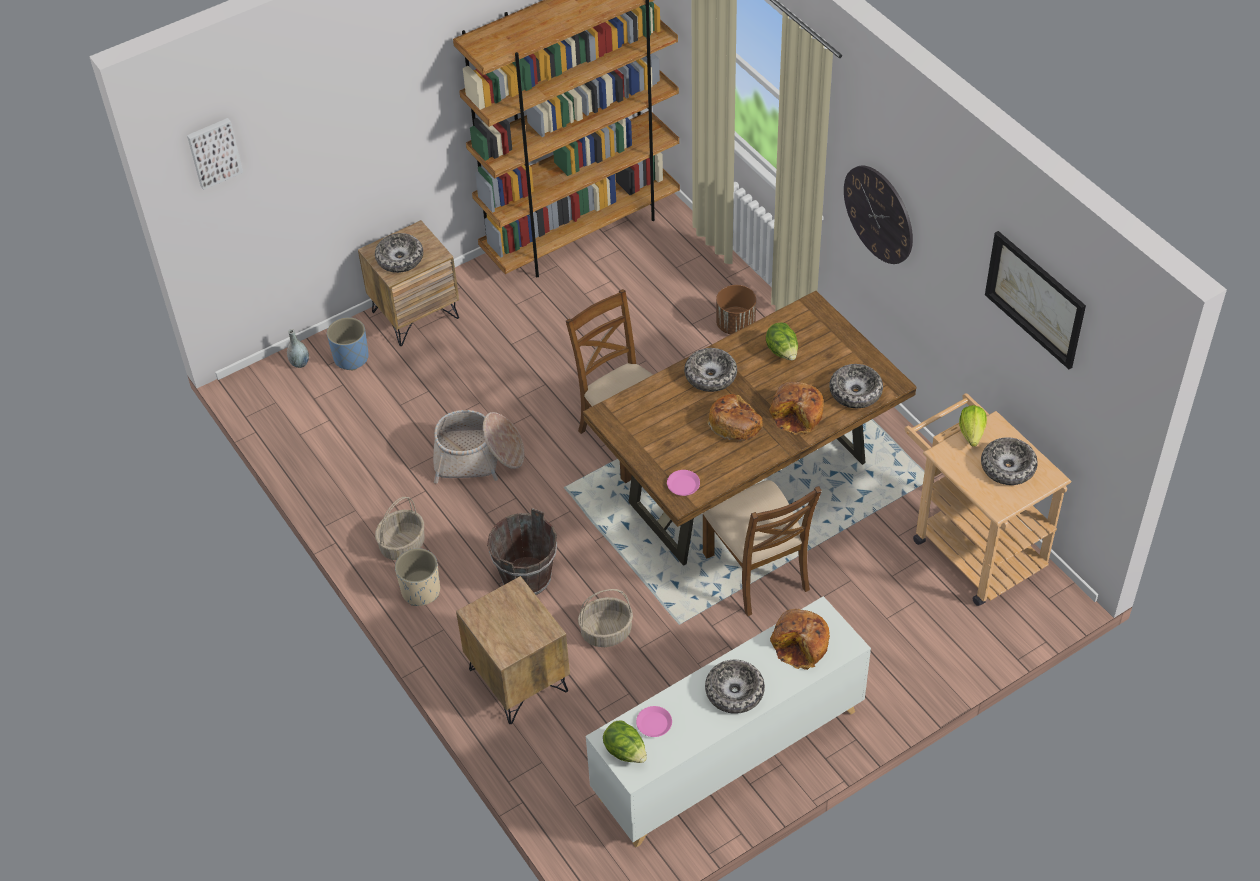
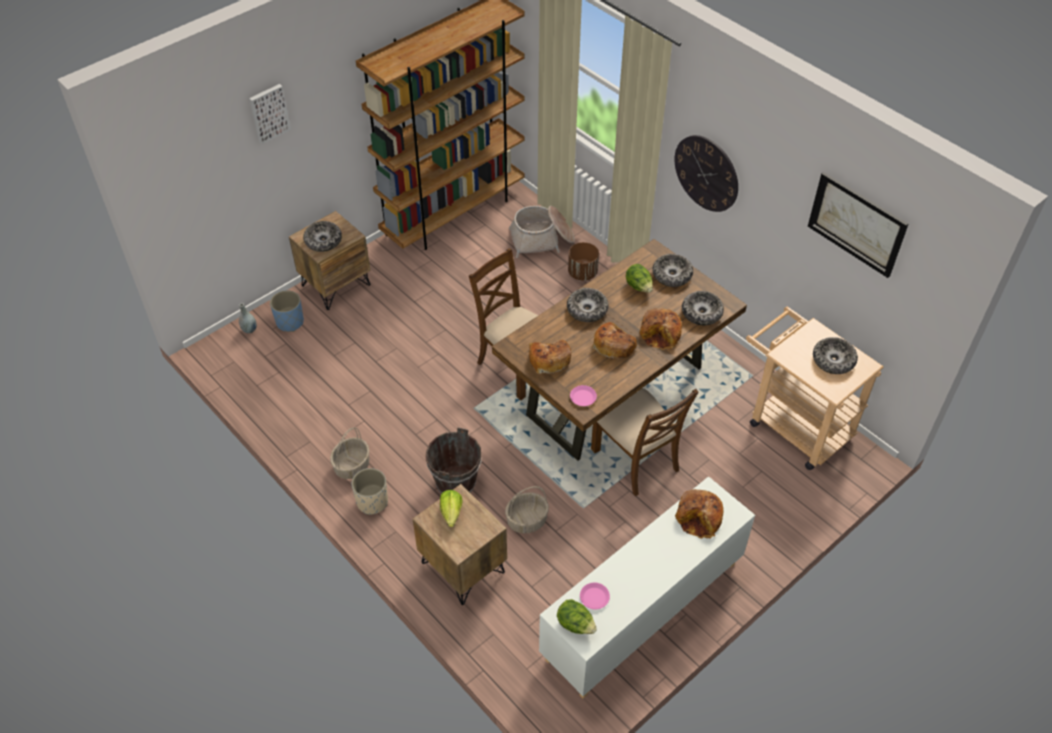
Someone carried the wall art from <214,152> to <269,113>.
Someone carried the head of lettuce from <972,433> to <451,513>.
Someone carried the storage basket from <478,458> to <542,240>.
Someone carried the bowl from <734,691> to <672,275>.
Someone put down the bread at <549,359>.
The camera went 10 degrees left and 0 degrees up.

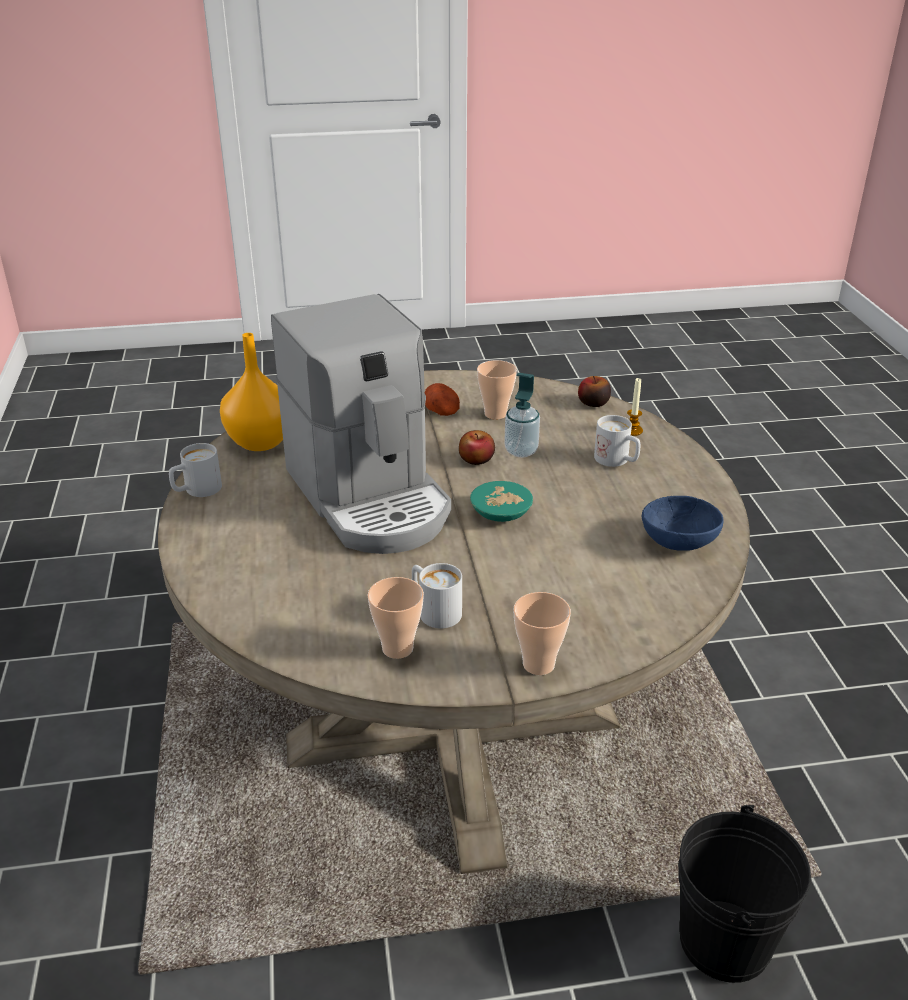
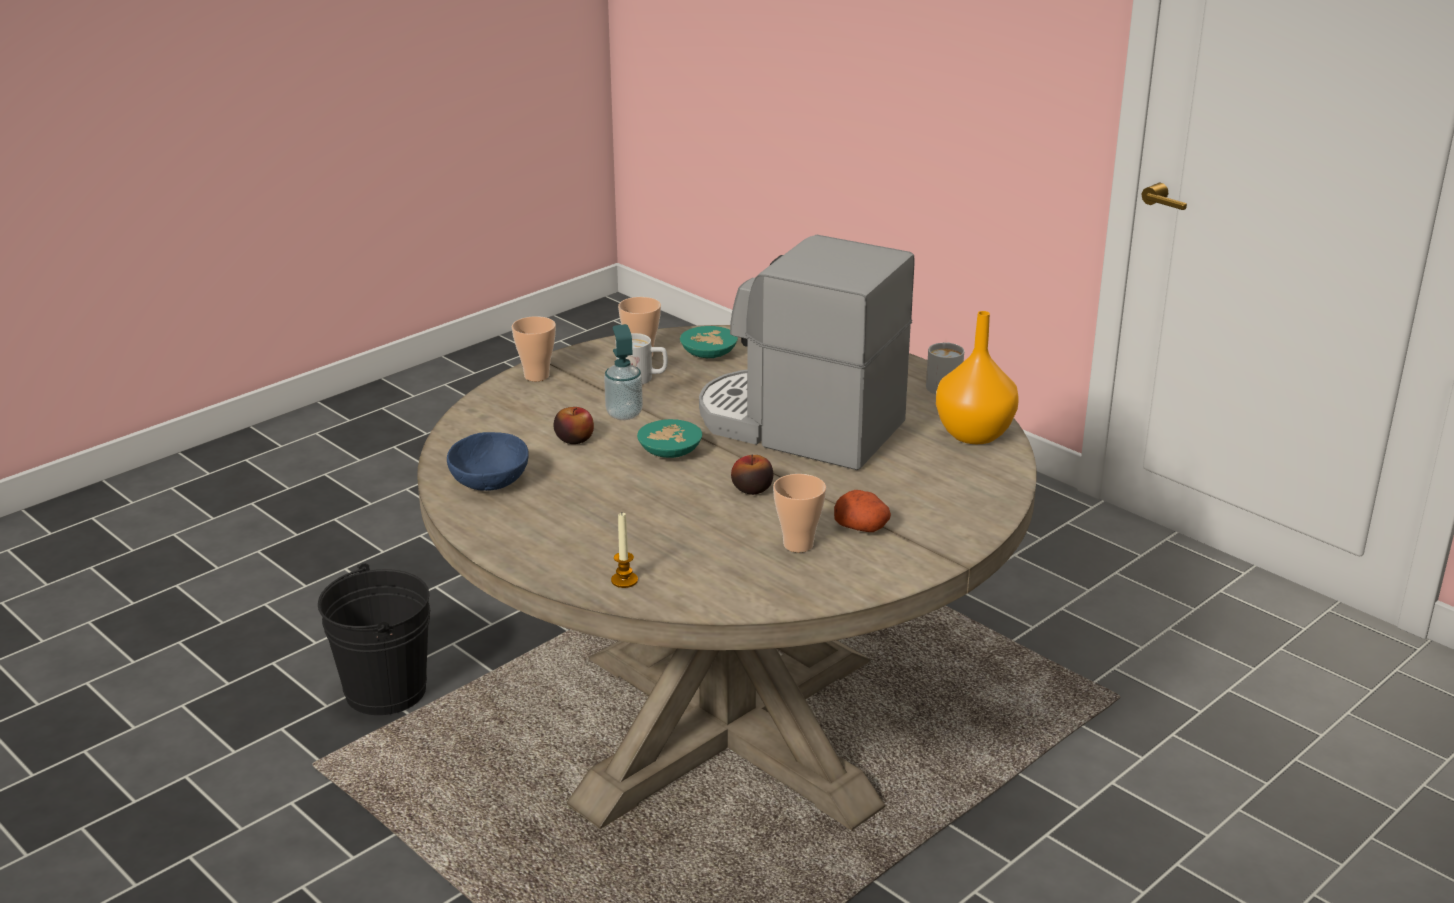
Someone carried the soap dispenser from <521,451> to <624,414>.
Someone carried the apple fruit from <593,403> to <574,439>.
Someone took away the white-coloured tea mug at <617,461>.
Someone put down the blue-green bowl at <710,355>.
The camera went 145 degrees right and 5 degrees down.

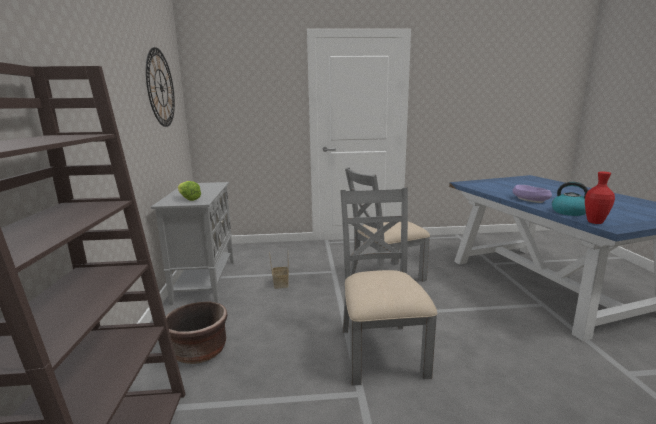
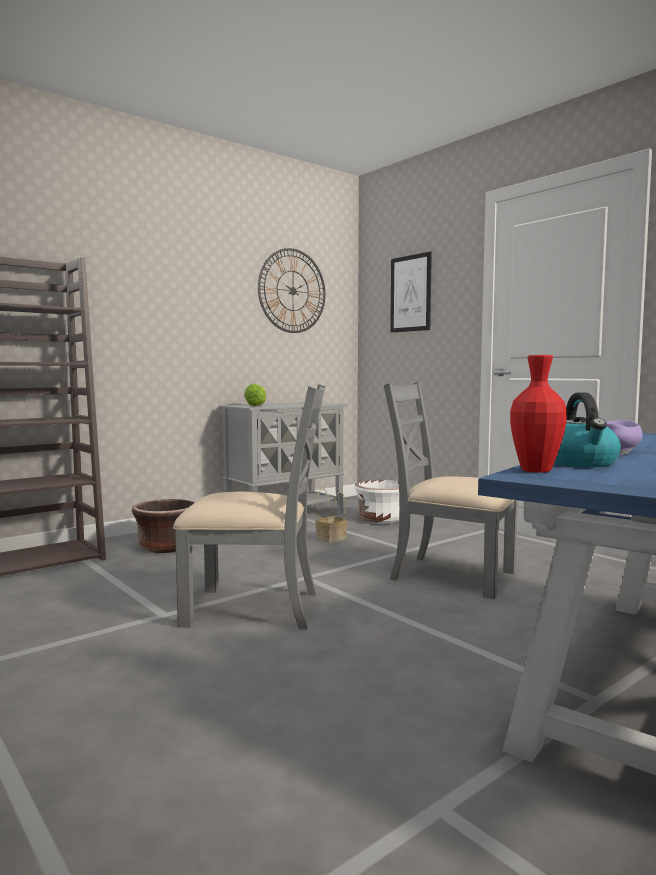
Someone rotated the grey upright chair at <381,351> by 45 degrees clockwise.
Someone put up the wall art at <410,293>.
Someone put down the white-coloured flower pot at <381,520>.
The camera went 55 degrees right and 10 degrees down.

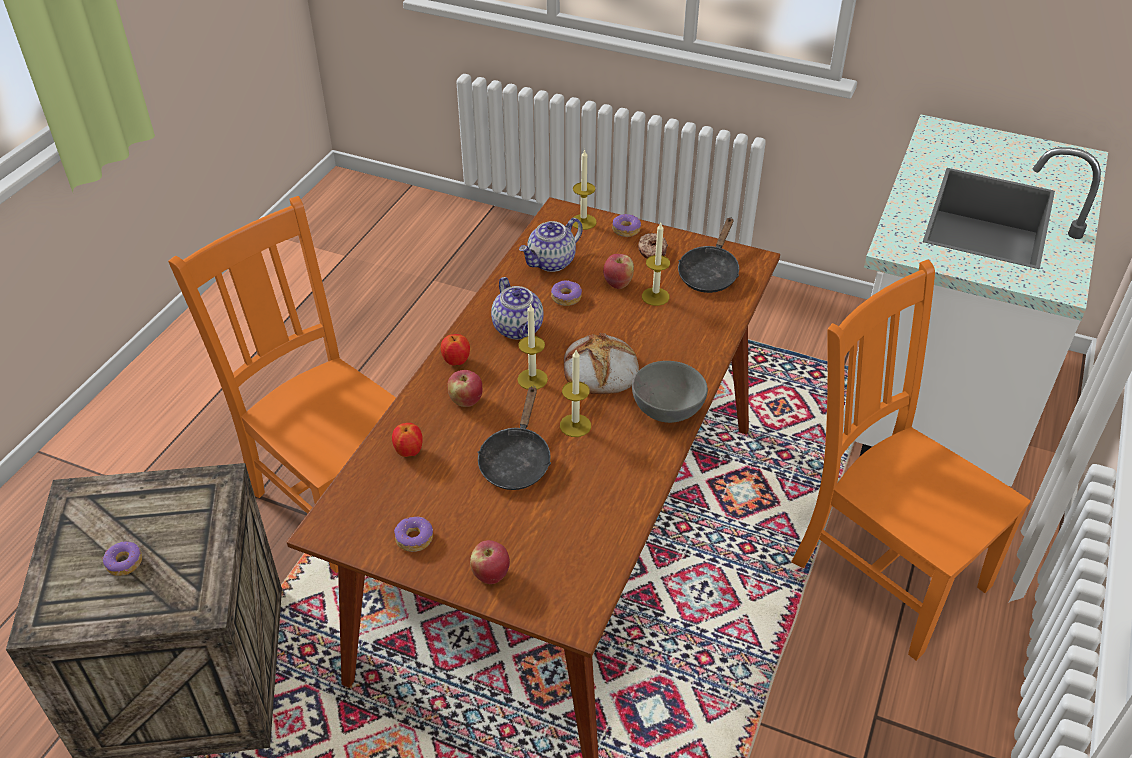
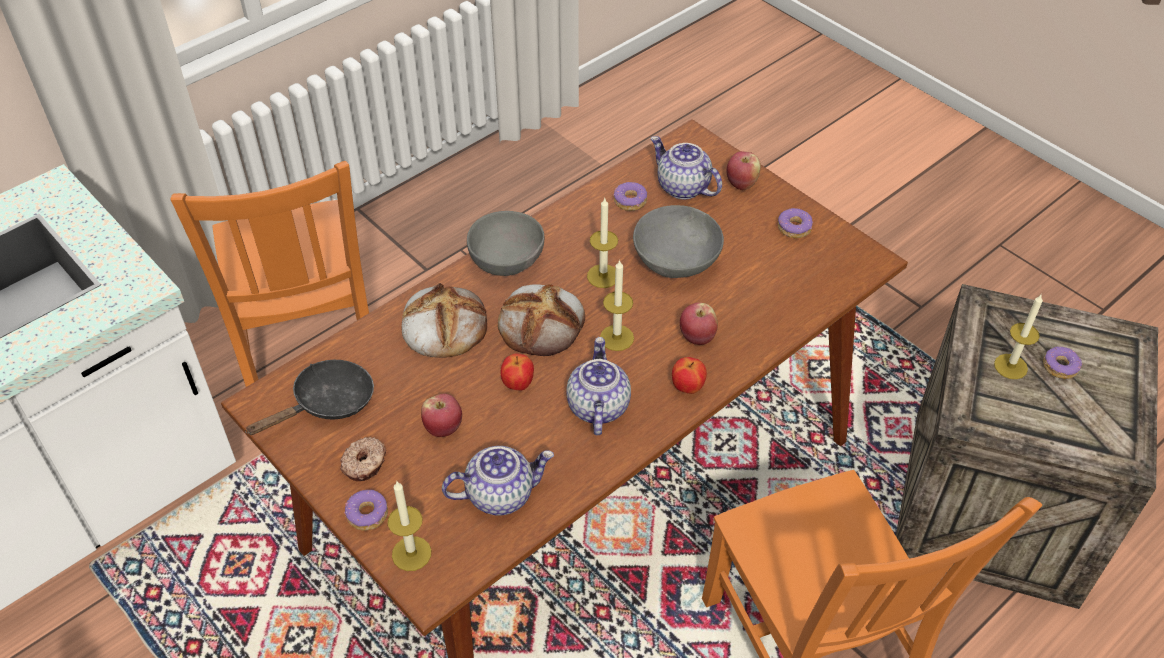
Someone carried the wax light from <655,296> to <1010,366>.
Someone carried the donut from <566,297> to <630,201>.
Someone swapped the black pan at <516,460> for the grey bowl at <676,262>.
Someone carried the apple fruit from <409,452> to <518,384>.
Someone put down the tea pot at <682,187>.
Someone put down the bread at <443,325>.
The camera went 155 degrees left and 5 degrees up.

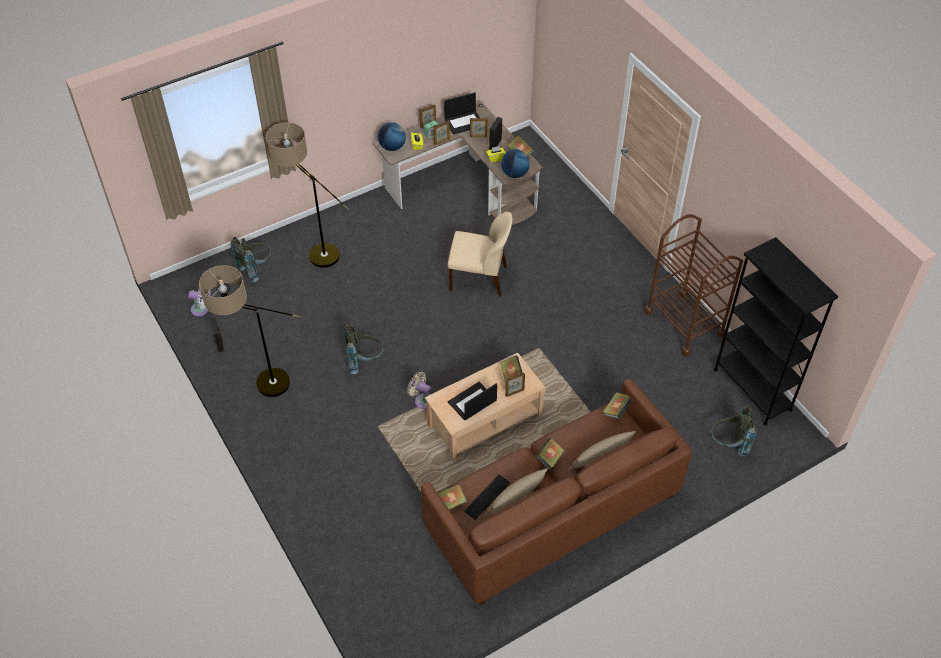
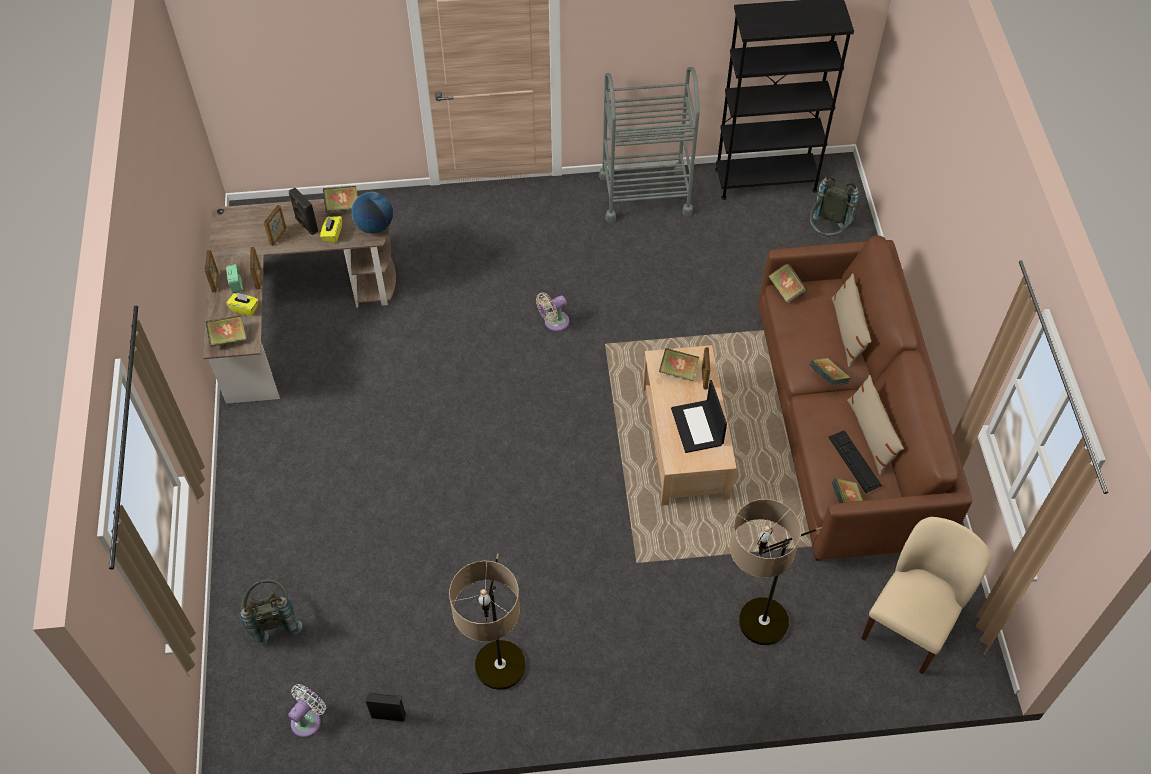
Someone took away the portable computer at <464,122>.
Someone carried the floor lamp from <313,252> to <749,634>.
Someone swapped the globe at <392,147> for the book at <228,338>.
Someone carried the beige upright chair from <480,278> to <911,623>.
Someone repainted the brown cart at <684,323>, which became the grey cart at <645,194>.
Someone took away the grey backpack at <365,360>.
Someone carried the beige fan from <422,400> to <554,322>.
The camera went 65 degrees left and 5 degrees up.

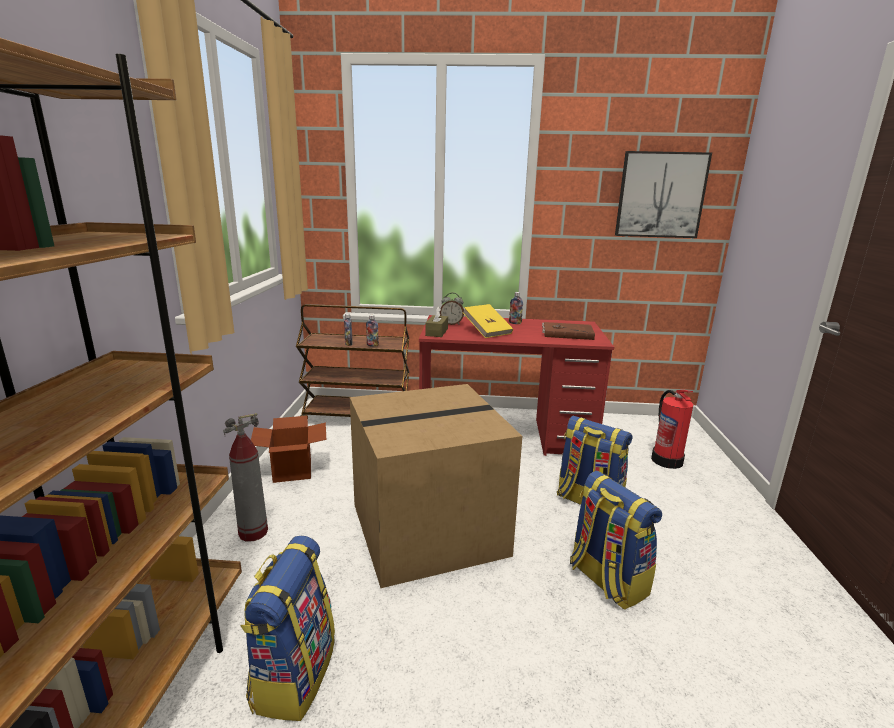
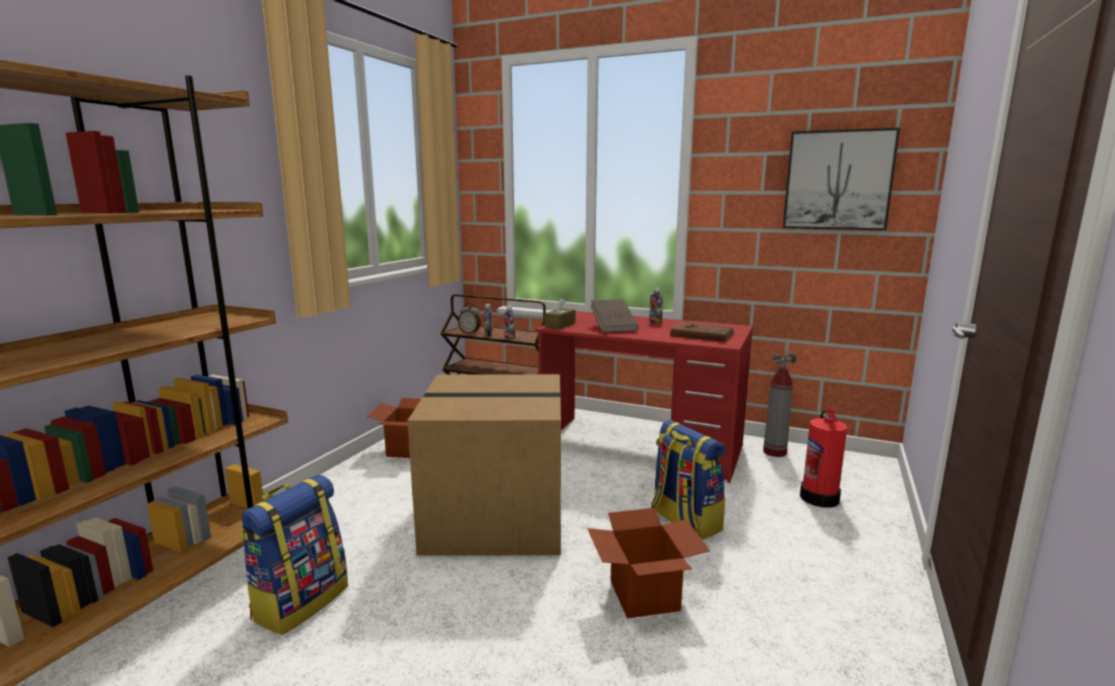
Someone carried the bedside clock from <451,324> to <470,333>.
Someone repainted the yellow-coloured book at <487,331>, which became the brown book at <613,327>.
Someone carried the extinguisher from <253,533> to <774,452>.
Someone swapped the backpack at <606,580> for the cardboard box at <643,595>.
The camera went 20 degrees right and 5 degrees down.

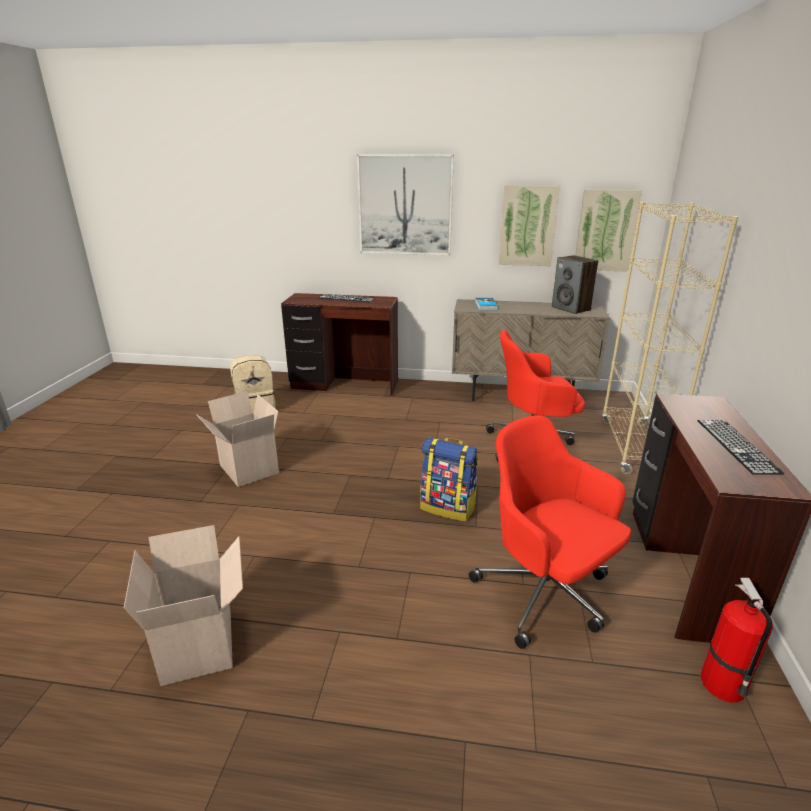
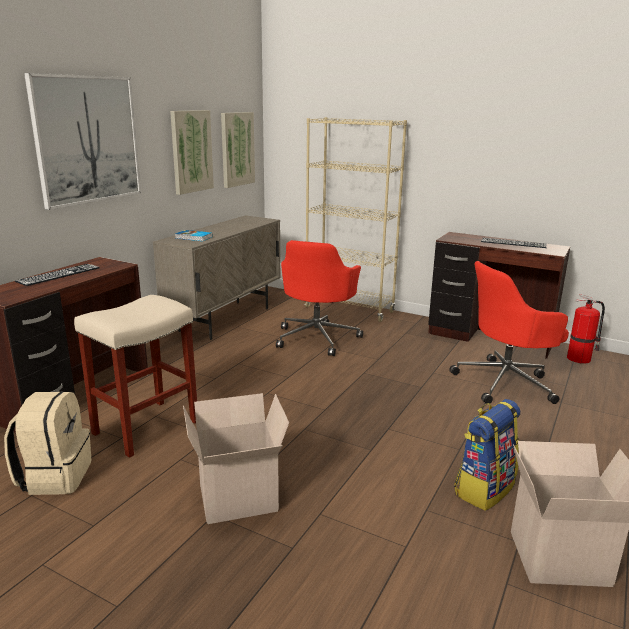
Someone took away the audio speaker at <571,308>.
Someone carried the backpack from <448,507> to <483,488>.
Someone put down the beige sitting stool at <145,428>.
The camera went 70 degrees left and 5 degrees down.

